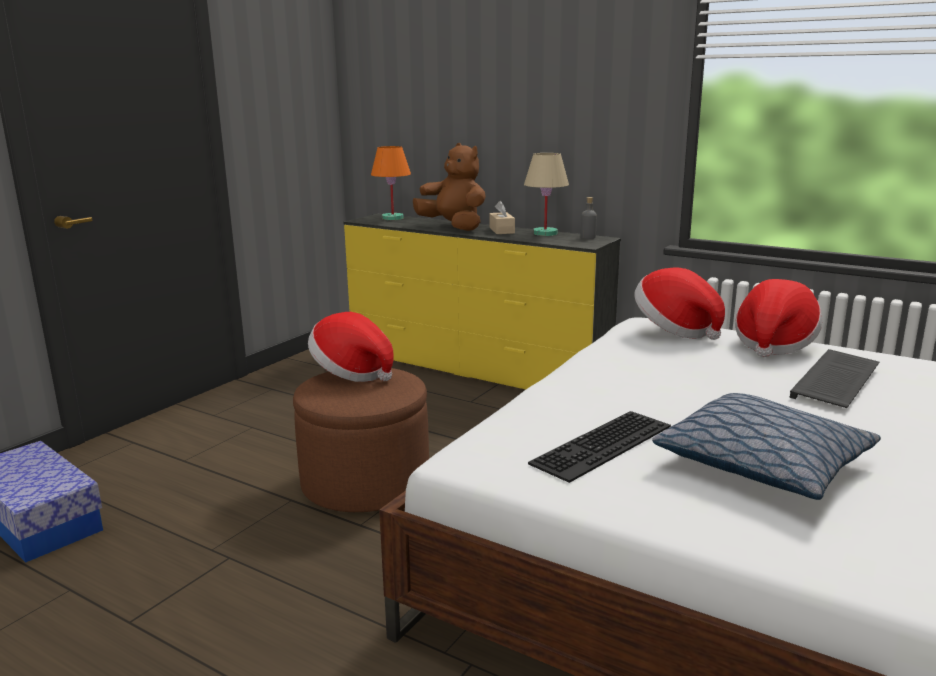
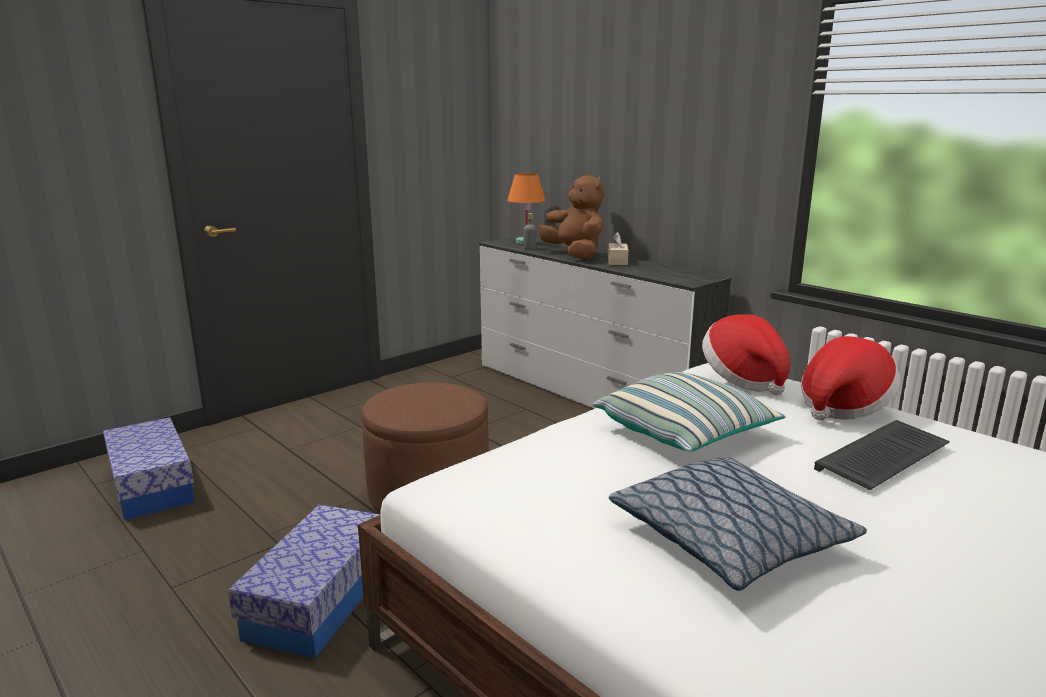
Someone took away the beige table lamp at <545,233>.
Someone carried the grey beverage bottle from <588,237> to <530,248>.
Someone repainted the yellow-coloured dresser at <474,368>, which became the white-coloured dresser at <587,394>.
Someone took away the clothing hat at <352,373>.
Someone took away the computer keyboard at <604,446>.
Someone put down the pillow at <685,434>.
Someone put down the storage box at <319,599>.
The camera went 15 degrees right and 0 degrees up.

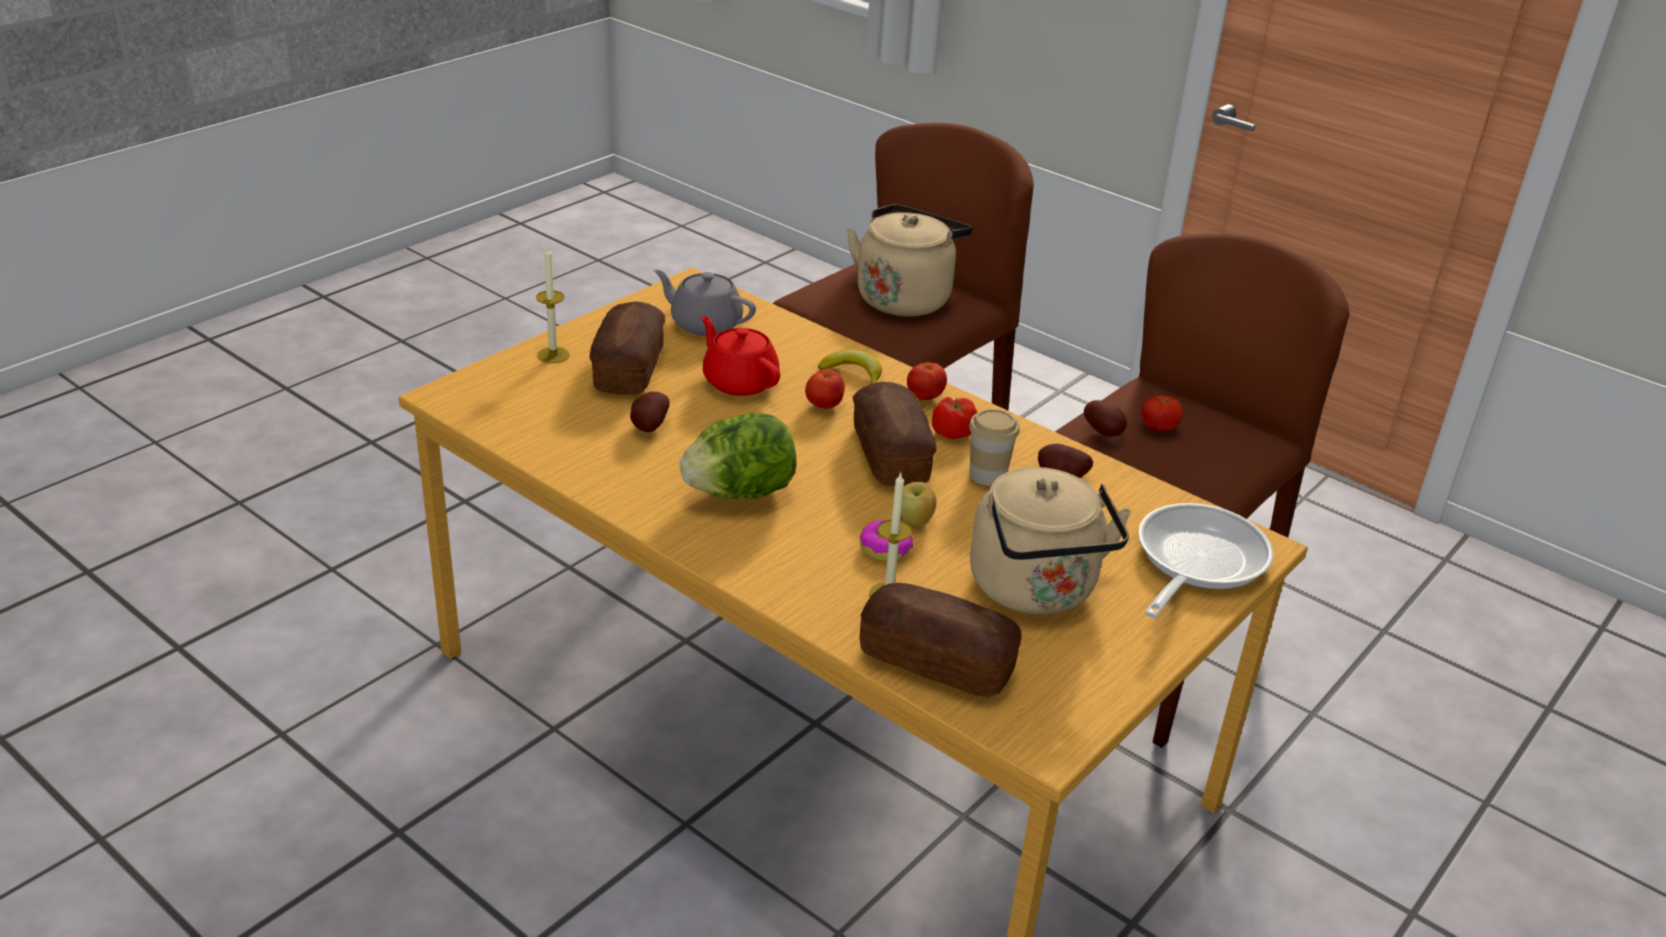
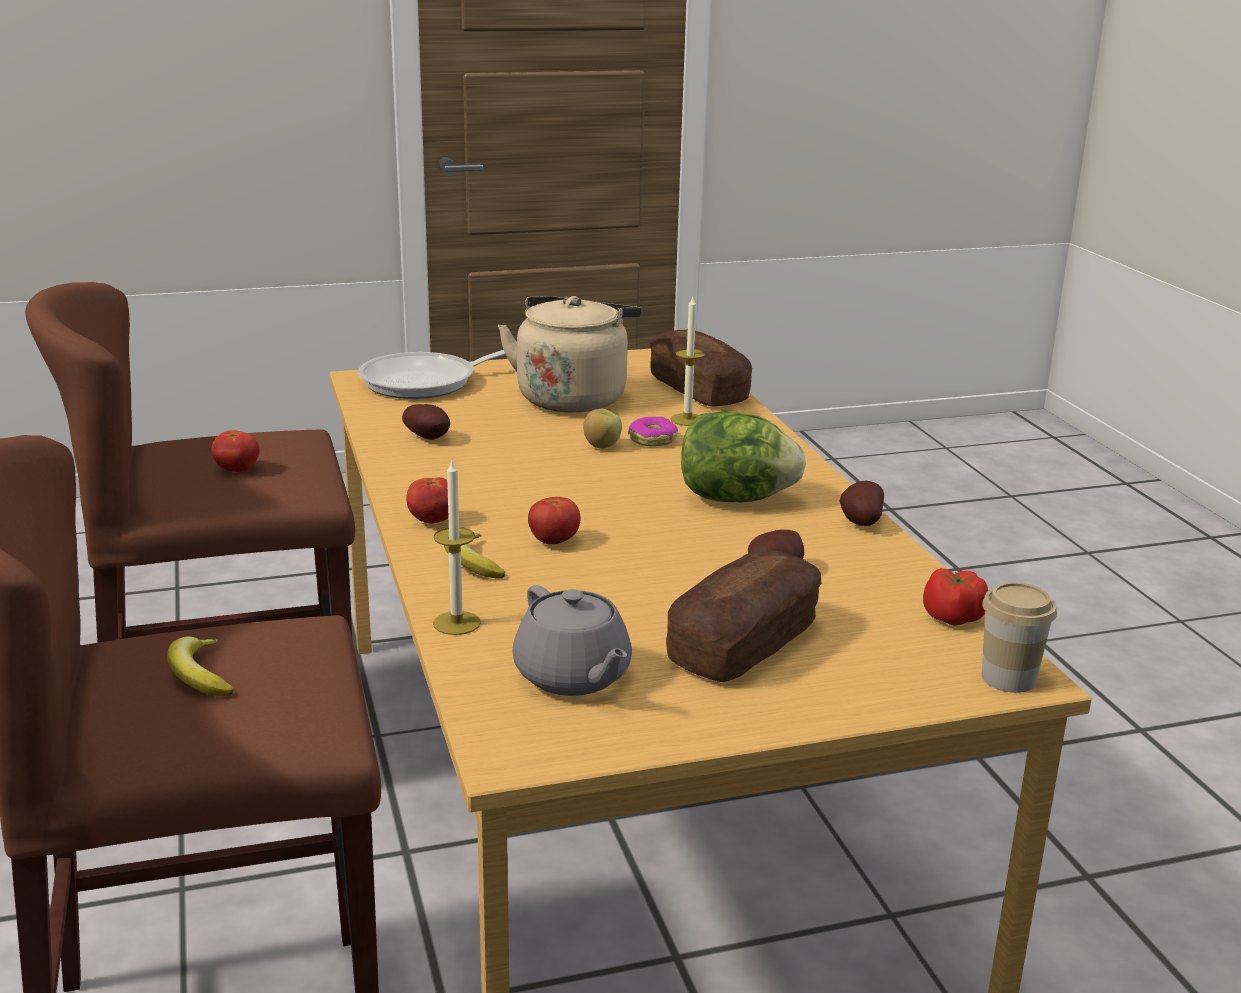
Someone swapped the beige water kettle at <905,298> for the banana fruit at <200,675>.
Someone carried the wax light from <553,355> to <457,623>.
Someone took away the red-coloured tea pot at <739,381>.
Someone took away the bread at <890,454>.
Someone carried the whole tomato from <952,433> to <953,618>.
Someone carried the spud from <1104,433> to <859,522>.
Someone carried the small cup from <987,475> to <1008,678>.
The camera went 145 degrees left and 10 degrees down.

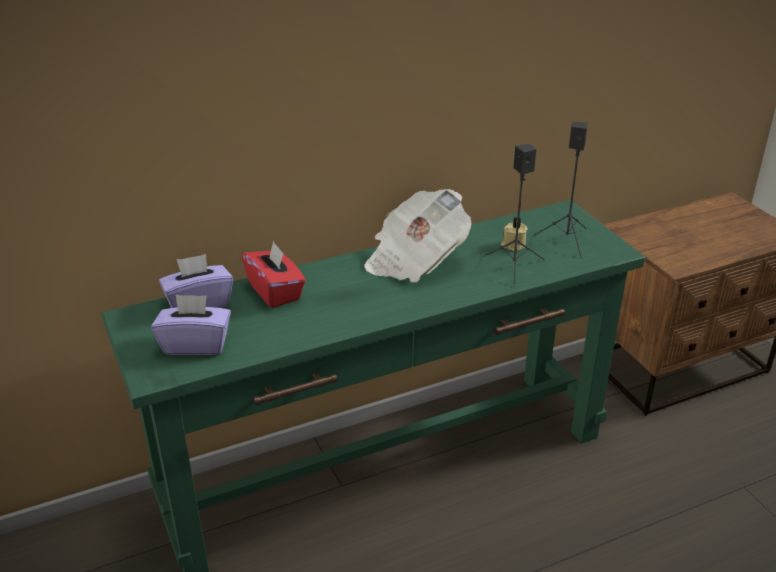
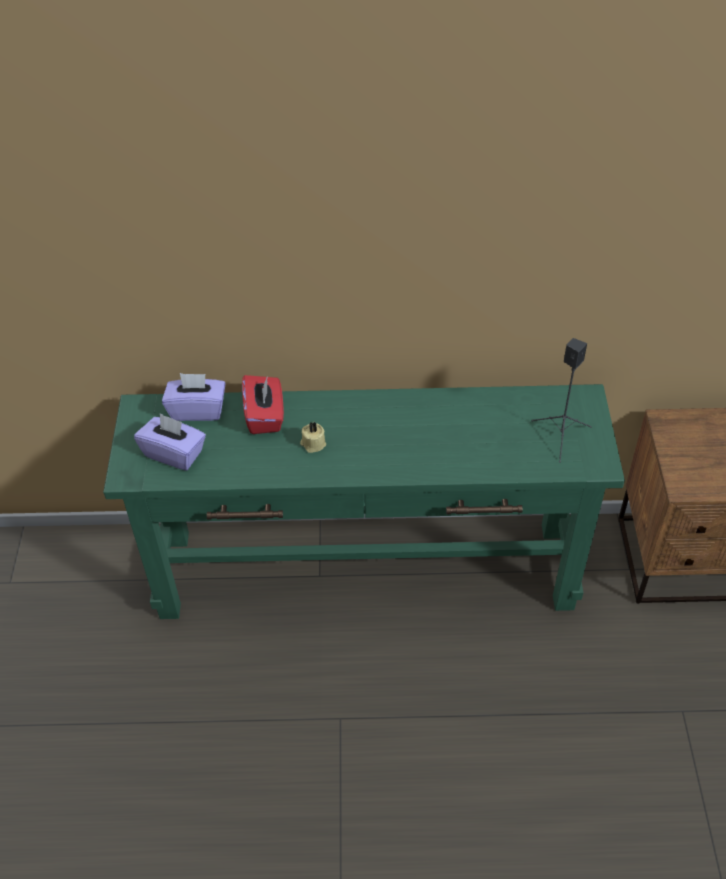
Someone took away the black audio speaker at <514,267>.
Someone took away the daily paper at <415,260>.
Someone carried the beige wax light from <513,245> to <313,444>.
The camera went 25 degrees right and 15 degrees up.

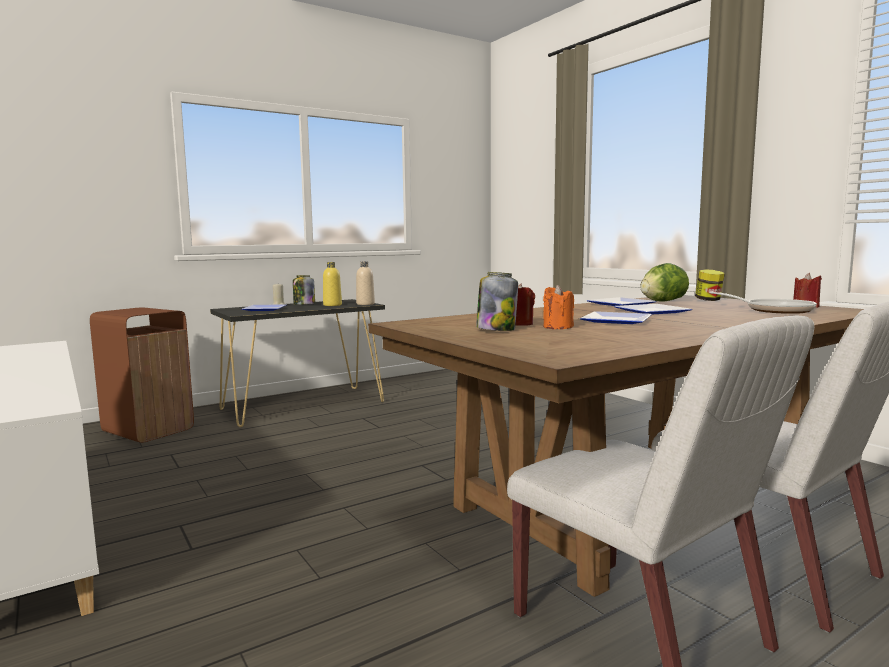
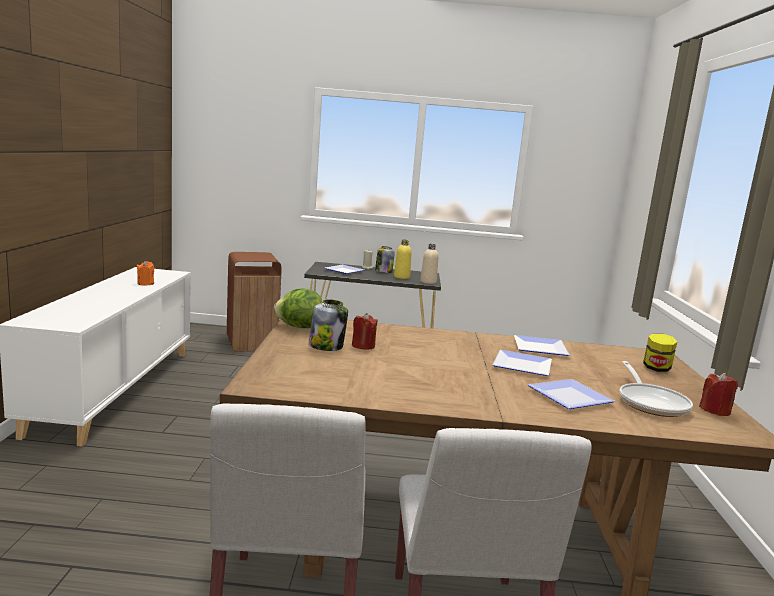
Someone carried the head of lettuce from <662,301> to <299,327>.
Someone carried the orangey wax light from <557,327> to <145,283>.
Someone carried the flat dish from <618,321> to <569,398>.
The camera went 35 degrees right and 5 degrees up.

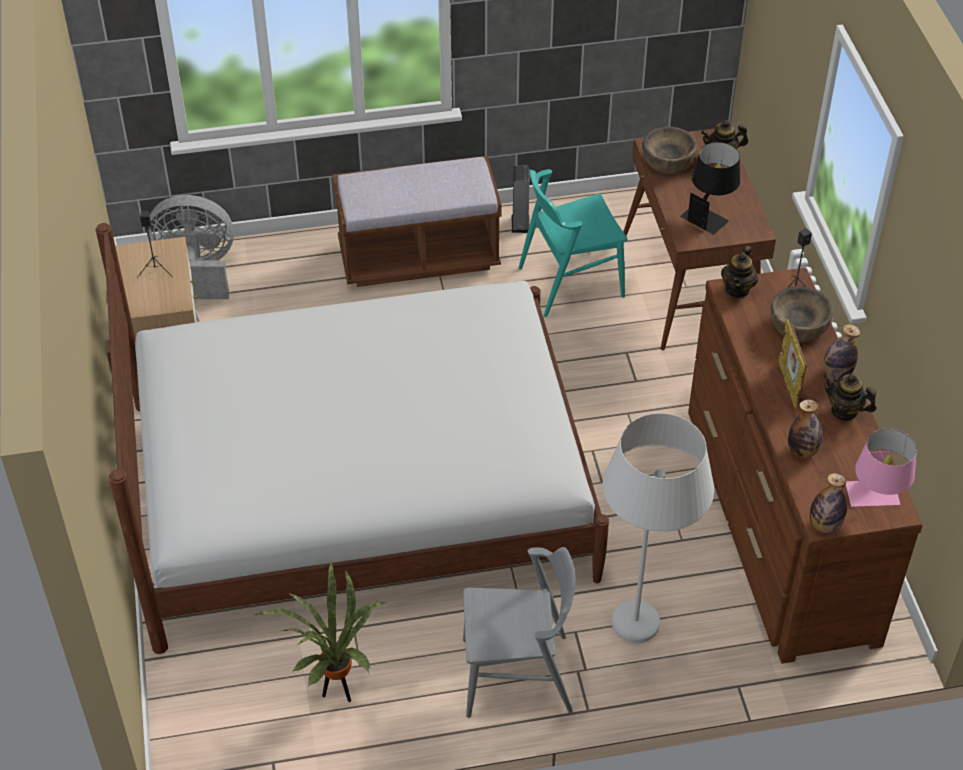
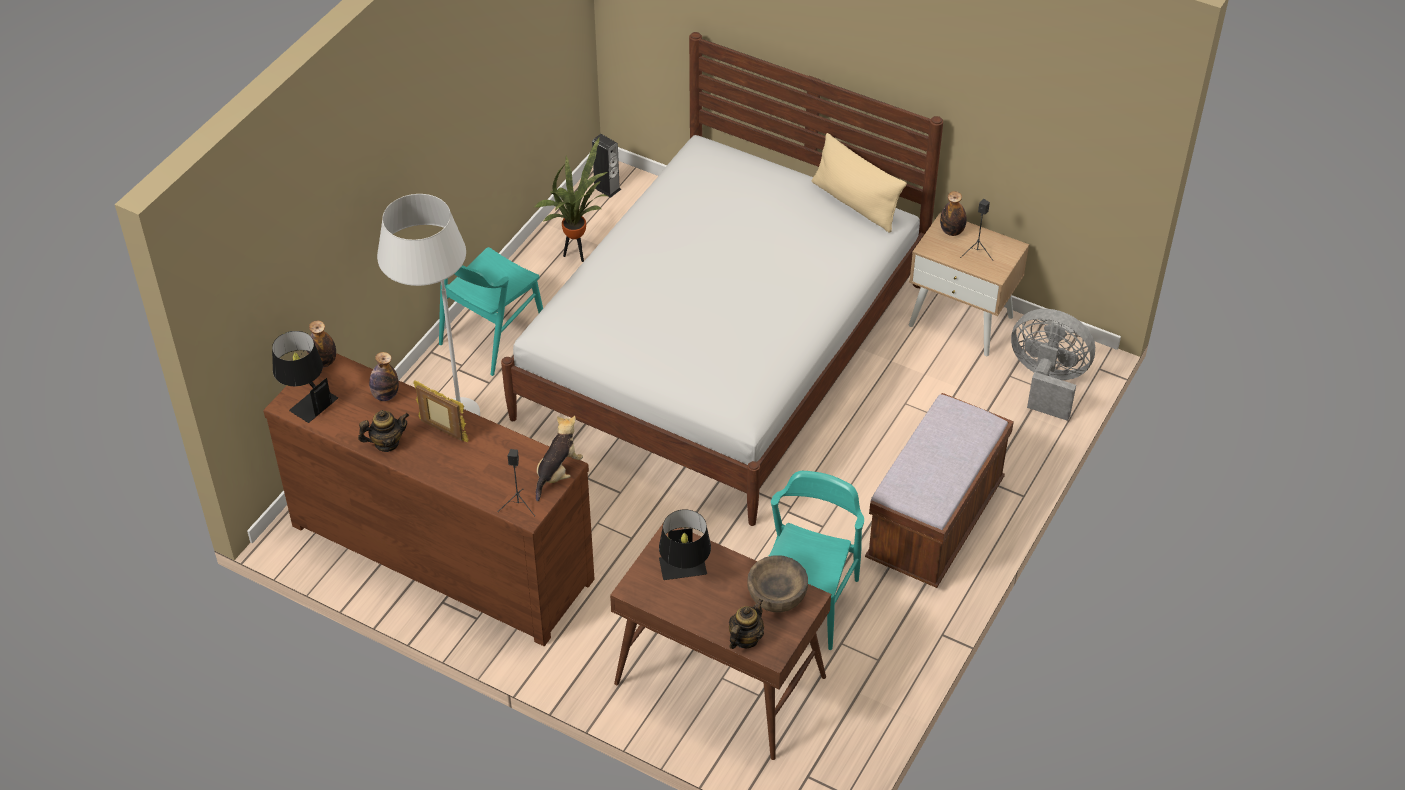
Someone carried the audio speaker from <520,223> to <606,188>.
Someone rotated the grey fan at <197,270> by 105 degrees counterclockwise.
Someone swapped the tea pot at <738,289> for the cuddly toy at <558,473>.
Someone took away the brown bowl at <798,326>.
Someone carried the beverage bottle from <836,373> to <952,231>.
Someone repainted the pink-coloured table lamp at <875,502>, which became the black table lamp at <306,400>.
Someone repainted the grey upright chair at <517,675>, which became the blue-green upright chair at <492,336>.
Someone put down the beige pillow at <855,203>.
The camera went 130 degrees right and 0 degrees up.

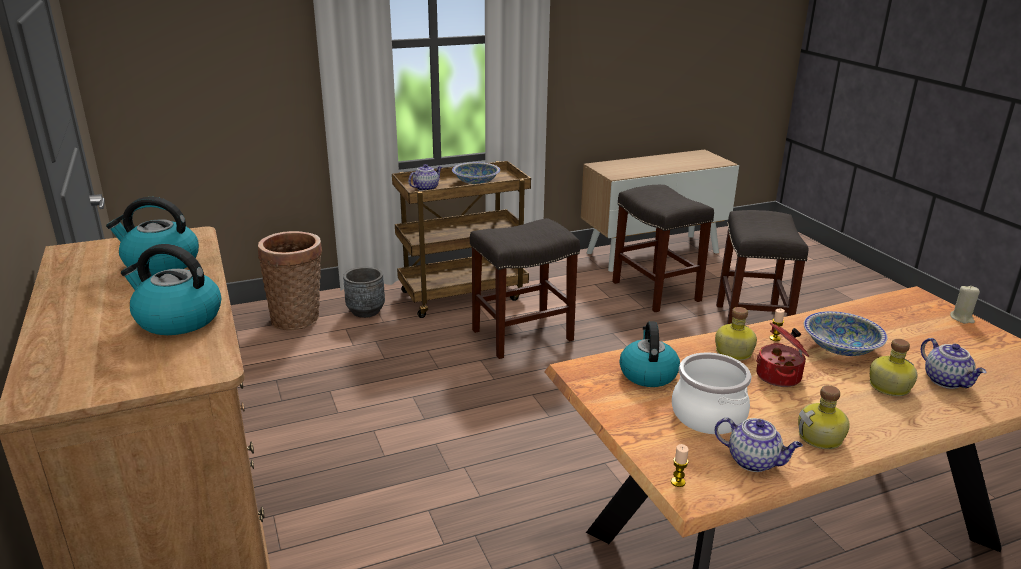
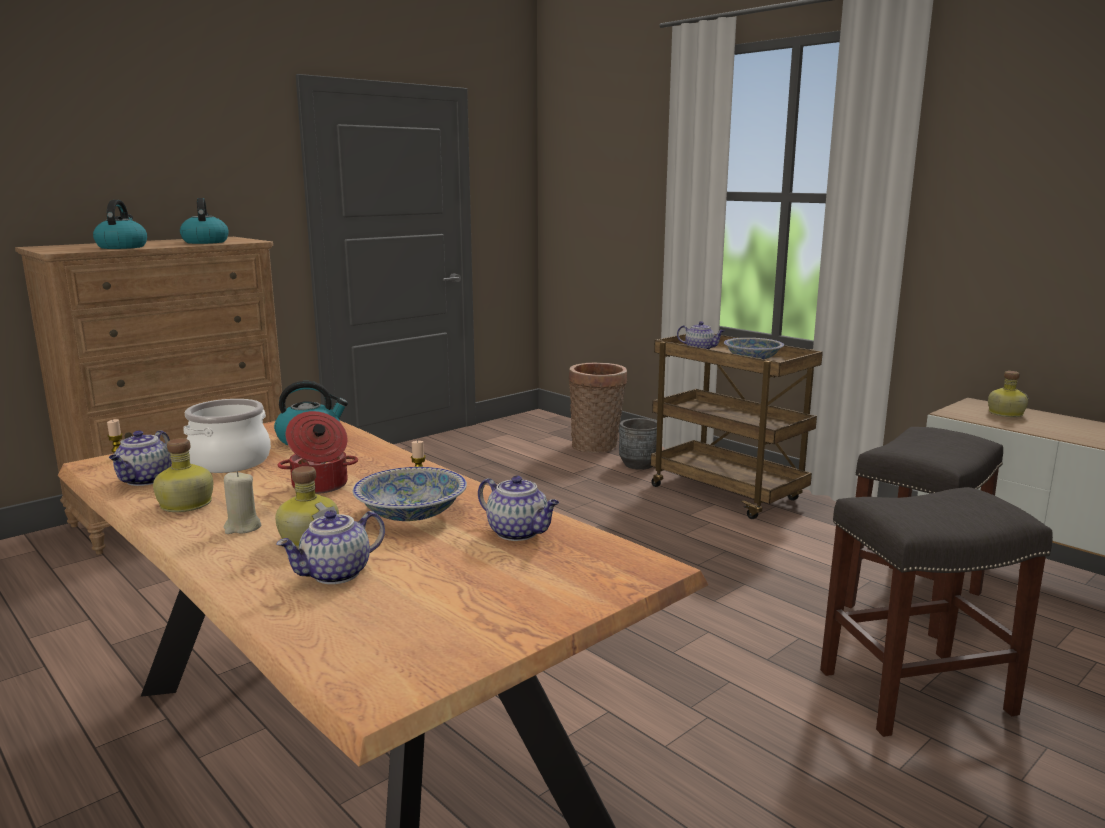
Someone took away the grey sitting stool at <523,334>.
Someone carried the beige wax light from <962,318> to <242,527>.
Someone carried the beverage bottle from <732,352> to <1004,413>.
Someone put down the tea pot at <519,533>.
The camera went 70 degrees right and 10 degrees down.

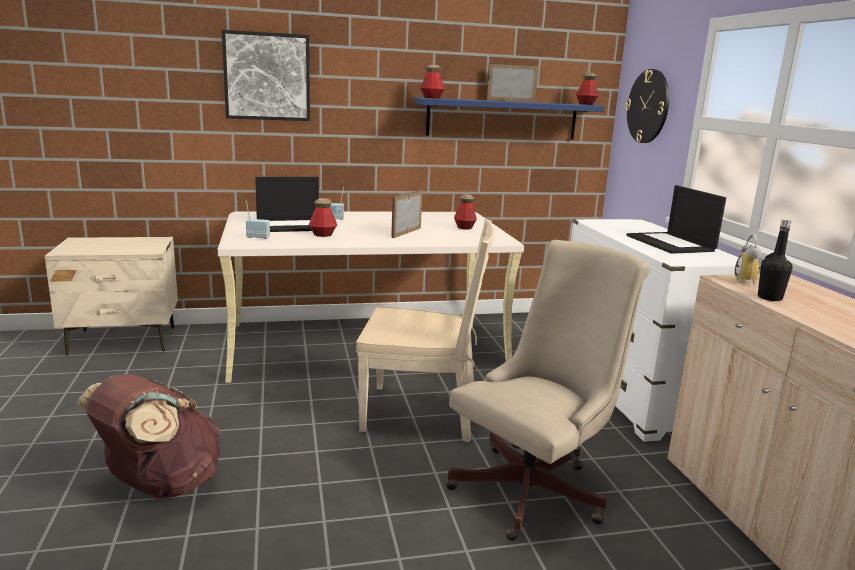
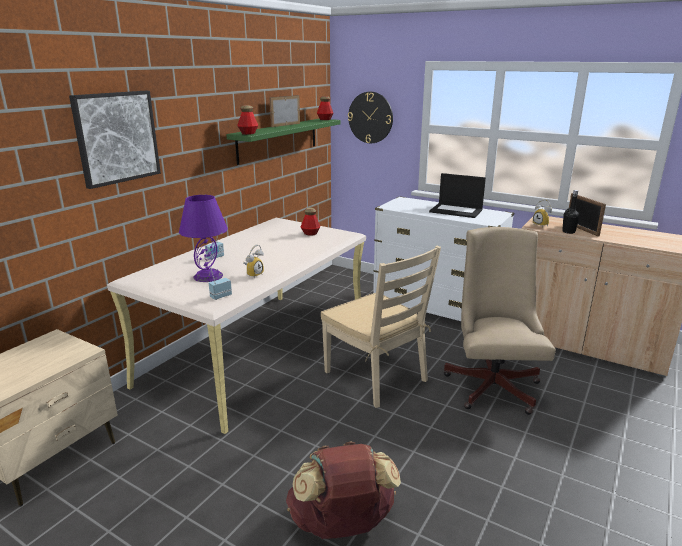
Someone repainted the bluish bracket shelf at <502,119>, which became the green bracket shelf at <278,140>.
Someone swapped the portable computer at <291,226> for the purple table lamp at <208,276>.
Someone carried the picture frame from <406,232> to <581,229>.
Someone swapped the beverage bottle at <323,235> for the bedside clock at <253,274>.
Someone rotated the beige upright chair at <421,412> by 90 degrees clockwise.
The camera went 45 degrees left and 5 degrees up.

